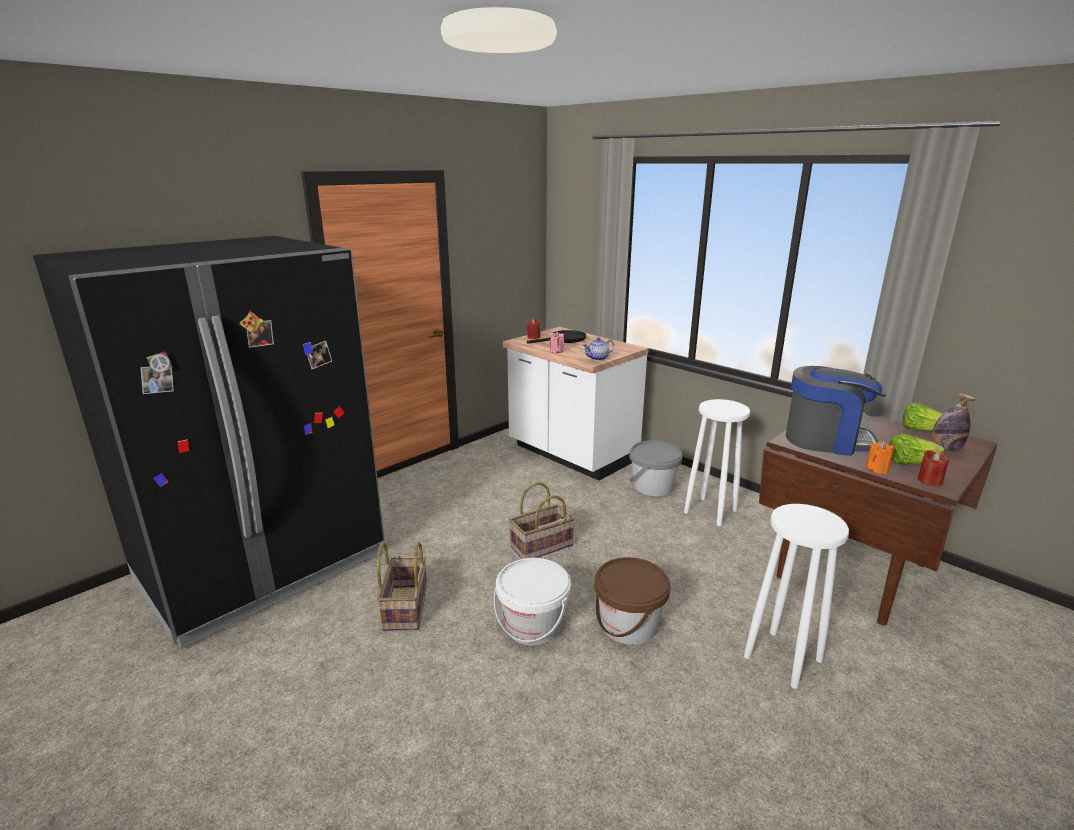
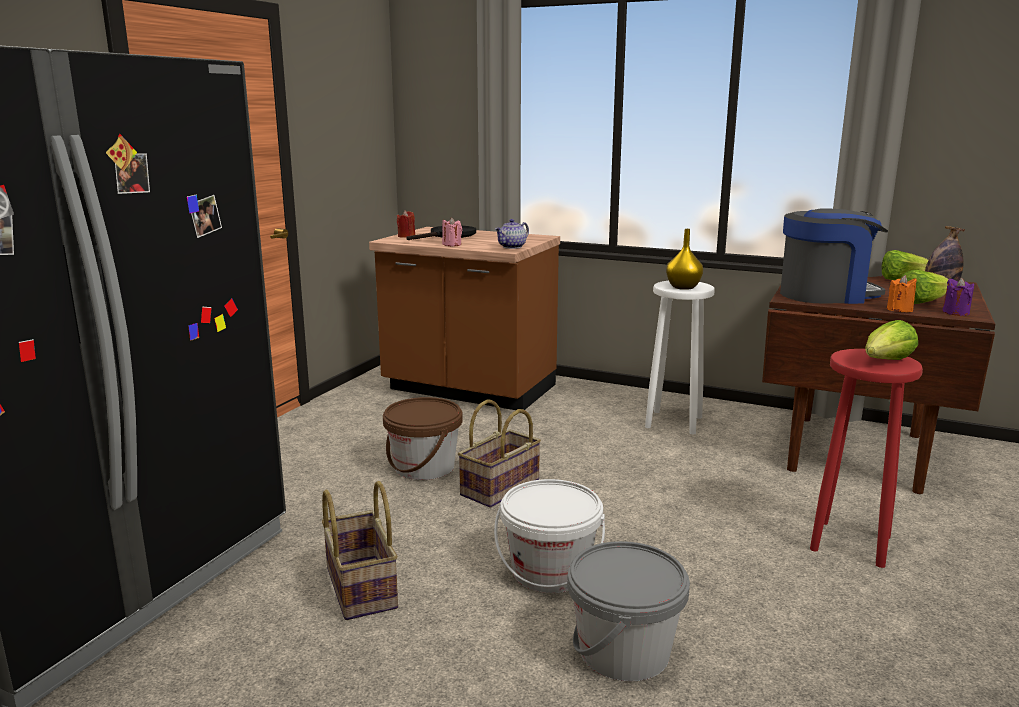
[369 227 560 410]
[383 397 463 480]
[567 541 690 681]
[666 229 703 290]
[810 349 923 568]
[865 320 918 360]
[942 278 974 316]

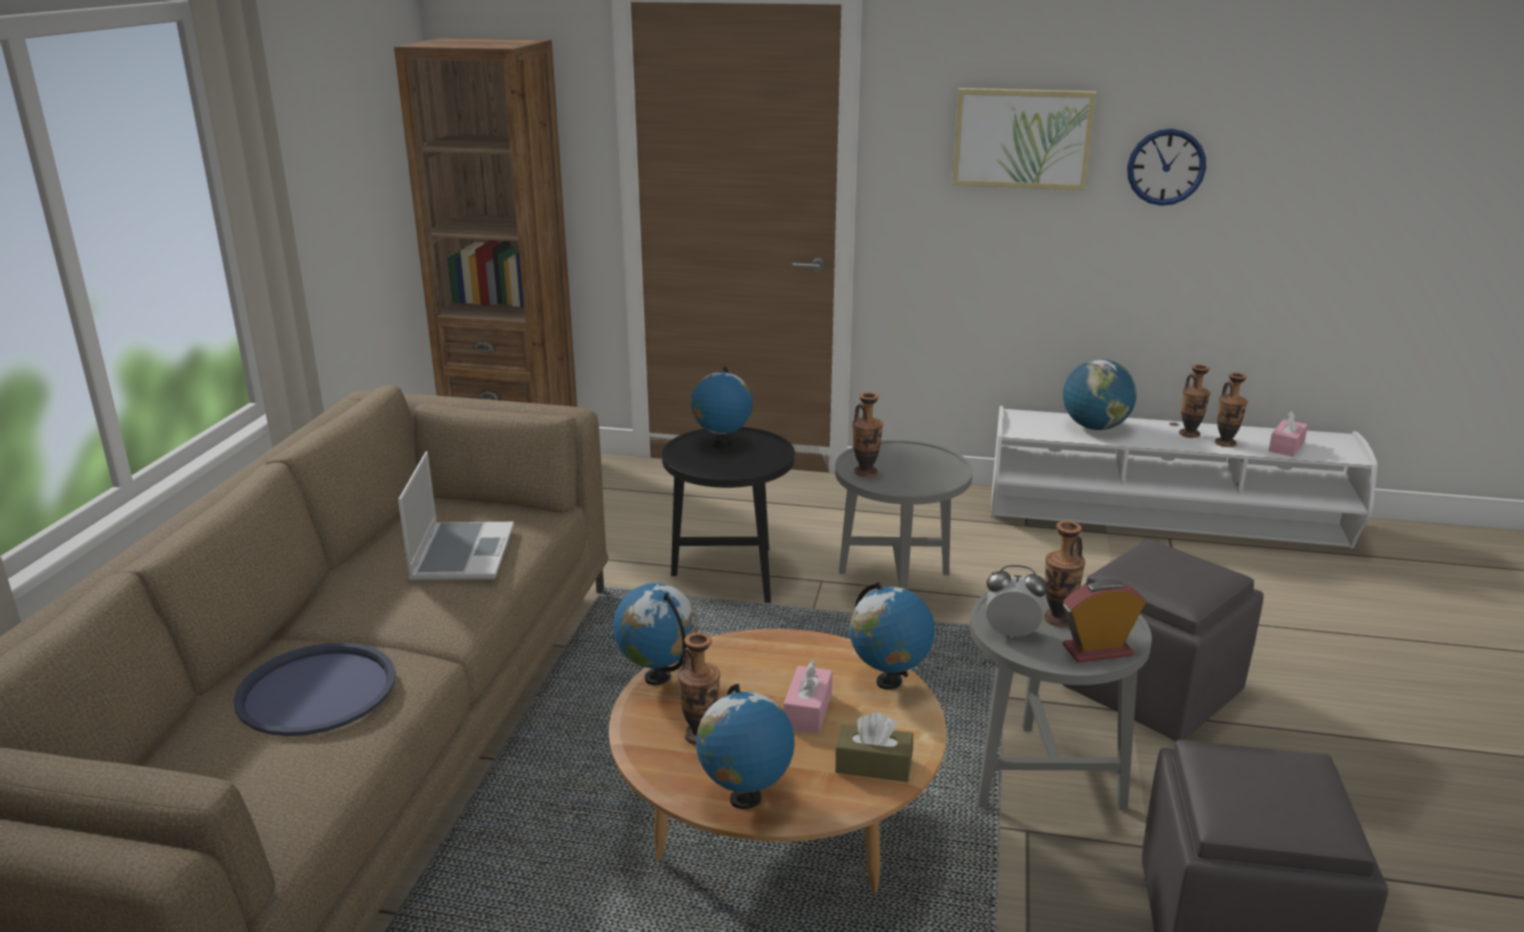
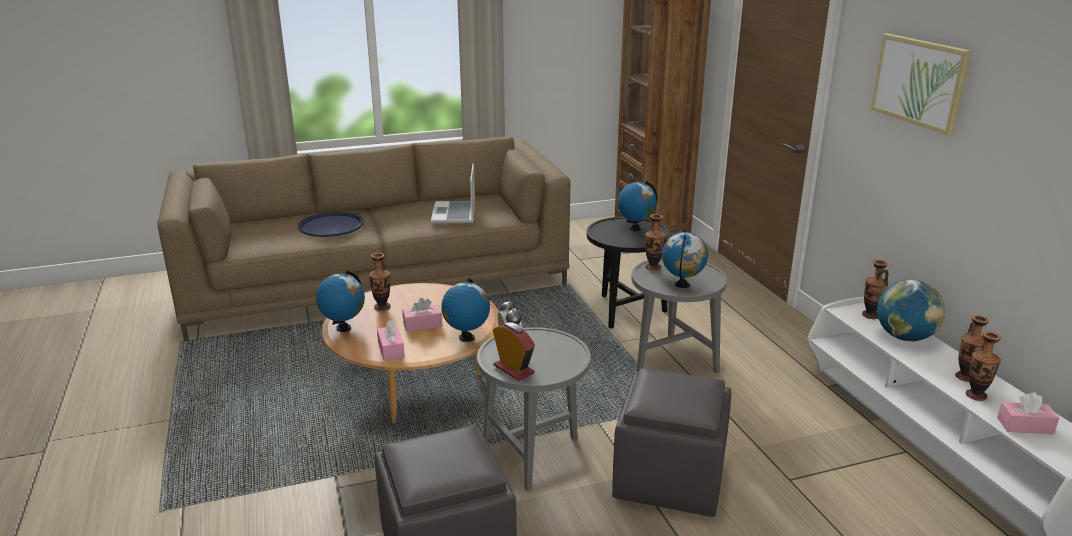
[377 320 405 361]
[431 164 475 224]
[662 232 708 288]
[862 260 888 319]
[1127 129 1206 206] (first image)

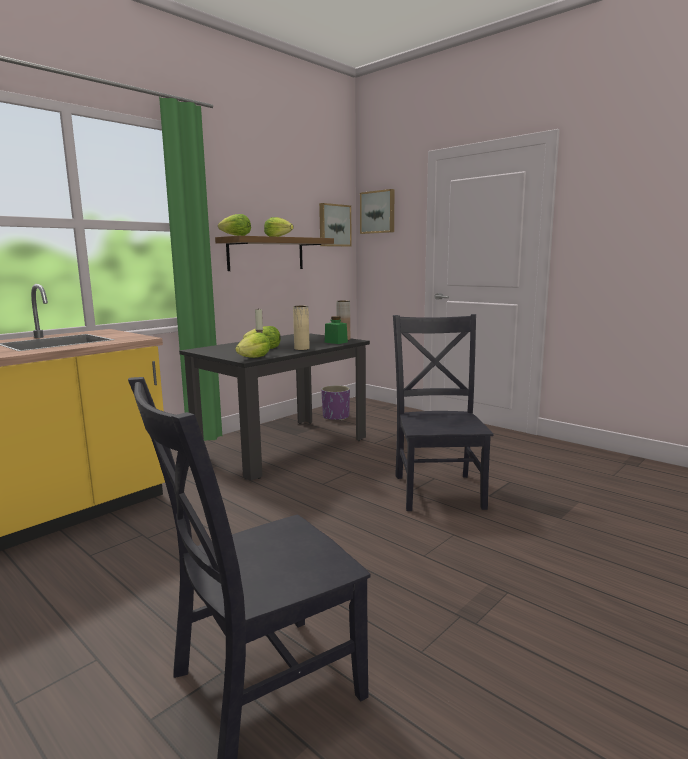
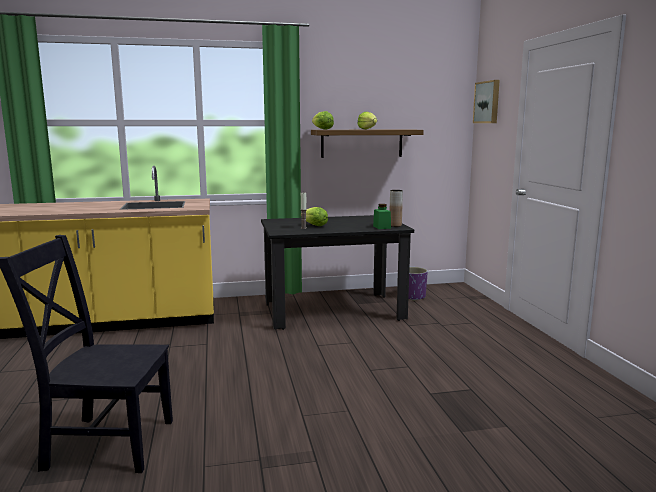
[235 332 271 358] (first image)
[293 306 310 350] (first image)
[319 203 352 247] (first image)
[393 314 493 511] (first image)

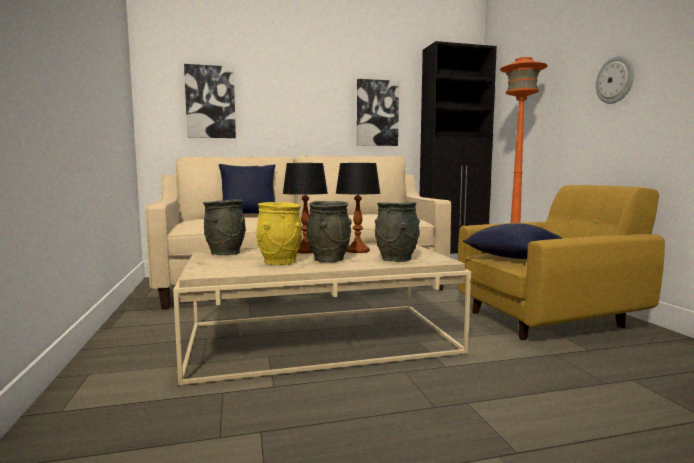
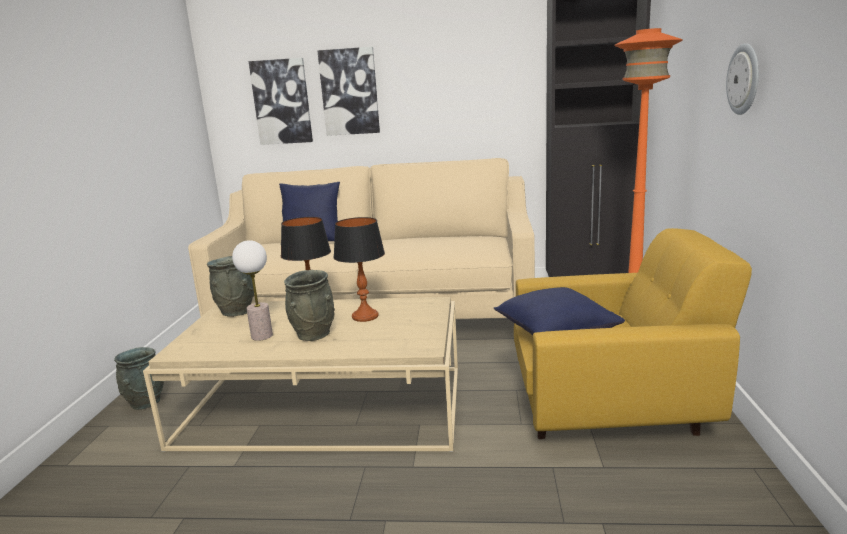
[114 347 164 410]
[232 240 273 341]
[317 47 380 136]

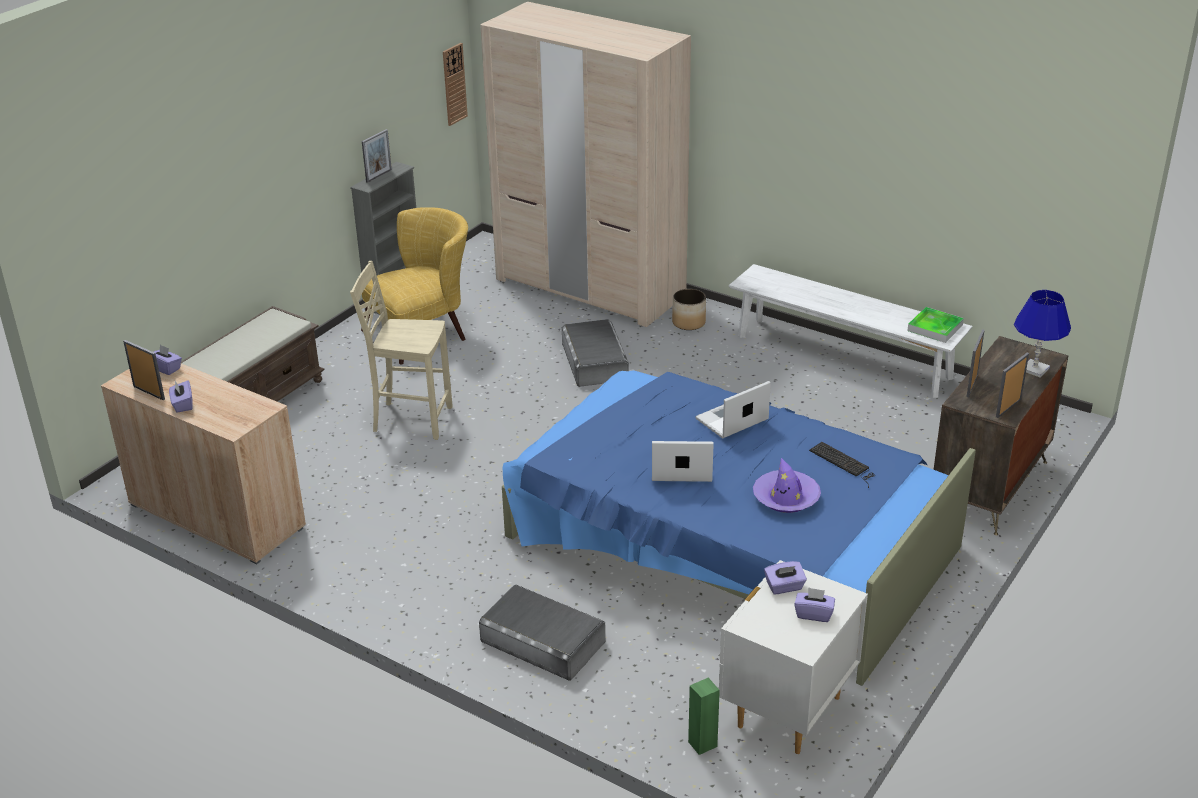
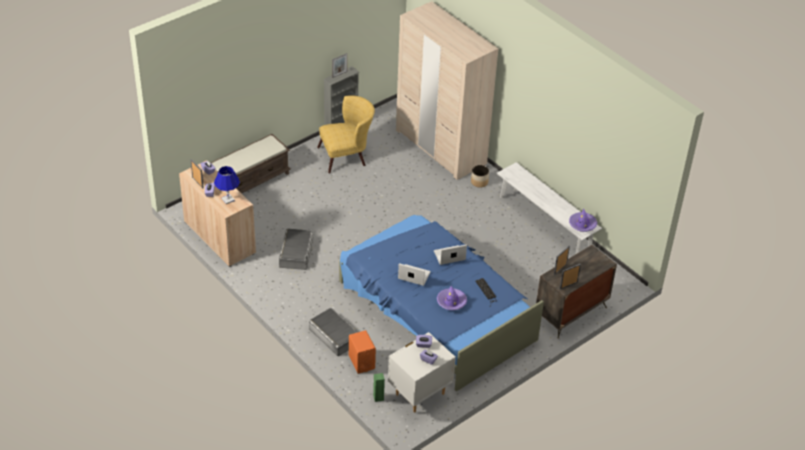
[214 166 240 204]
[279 228 313 270]
[349 330 376 374]
[569 209 597 232]
[350 261 452 440] (first image)
[443 43 468 126] (first image)

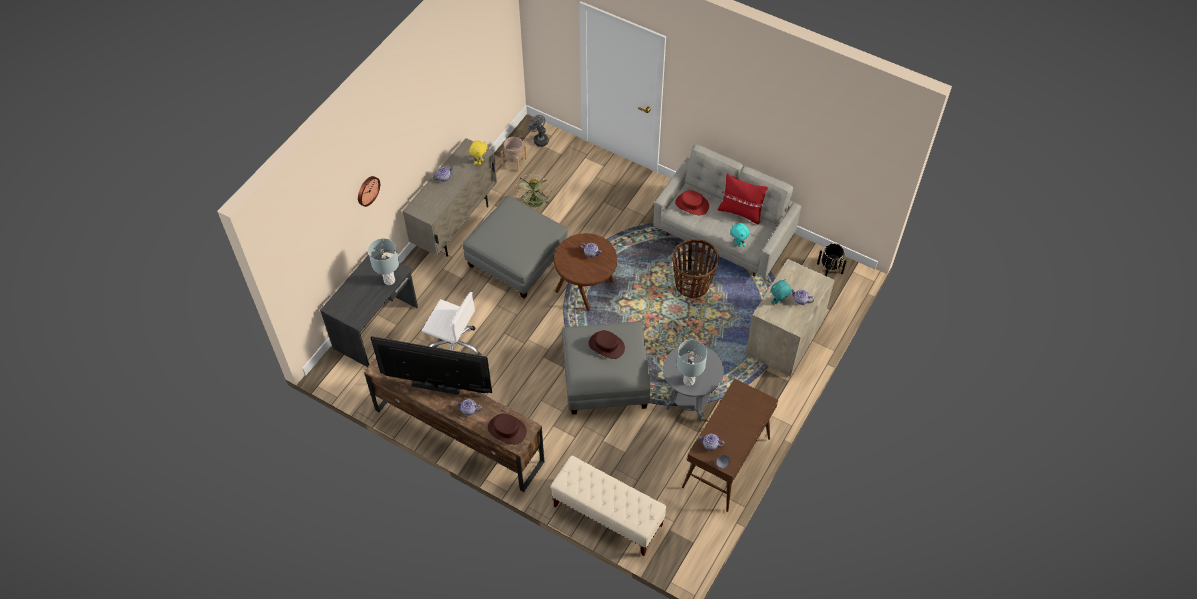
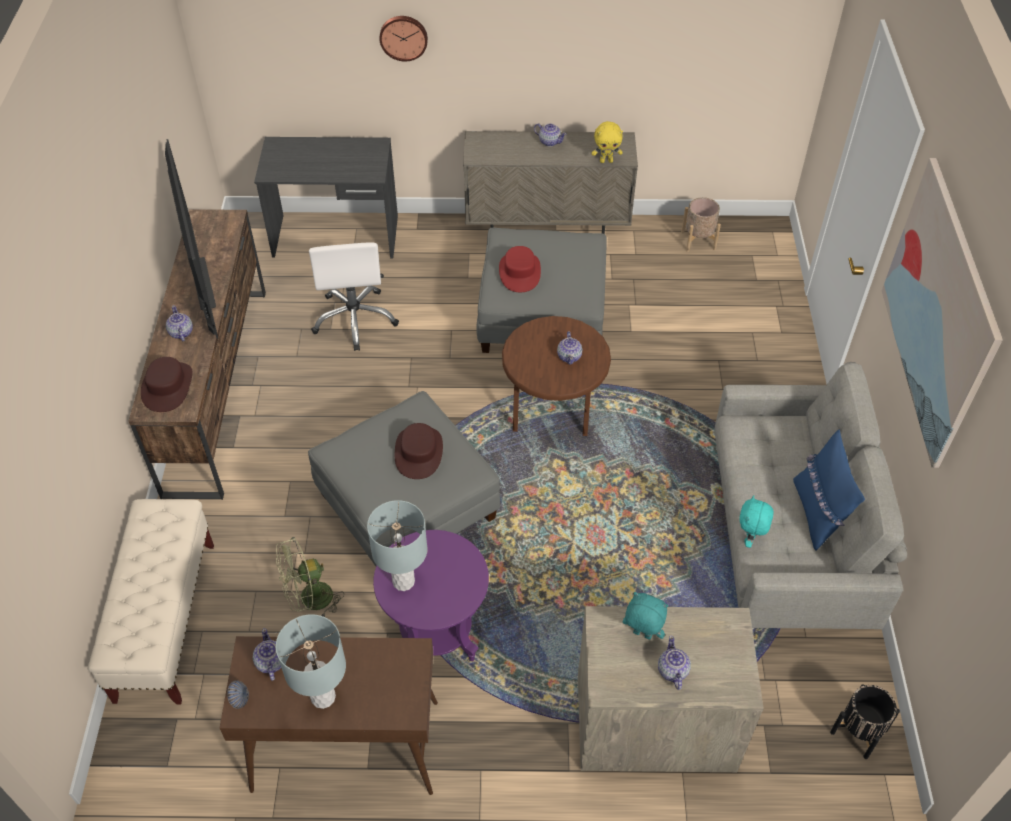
[276 537 344 617]
[276 614 346 709]
[373 530 489 661]
[499 246 541 292]
[793 429 865 550]
[882 158 1003 468]
[528 115 549 147] (first image)
[672 239 719 299] (first image)

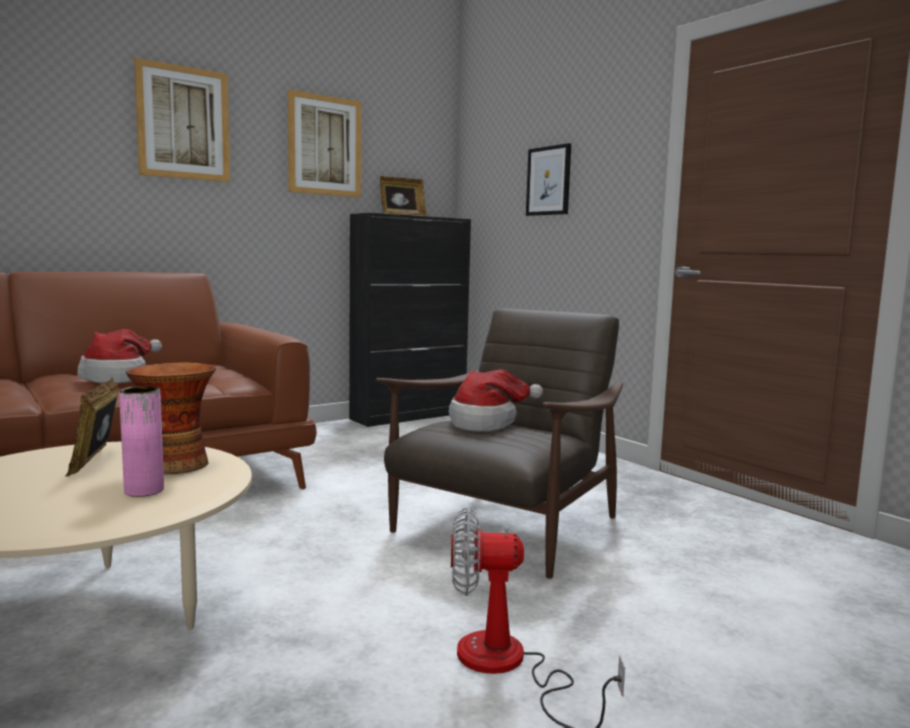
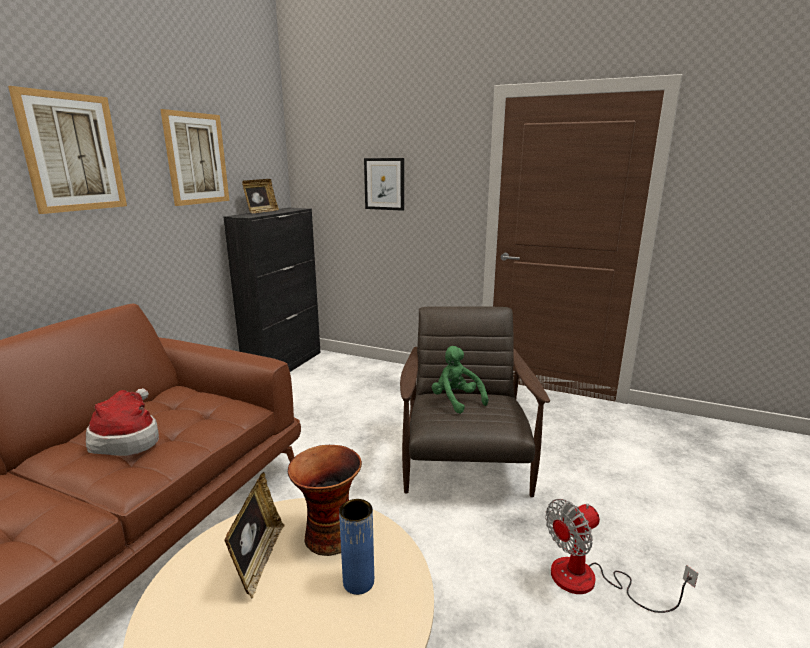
[224 472 284 598]
[339 499 374 595]
[432 346 488 414]

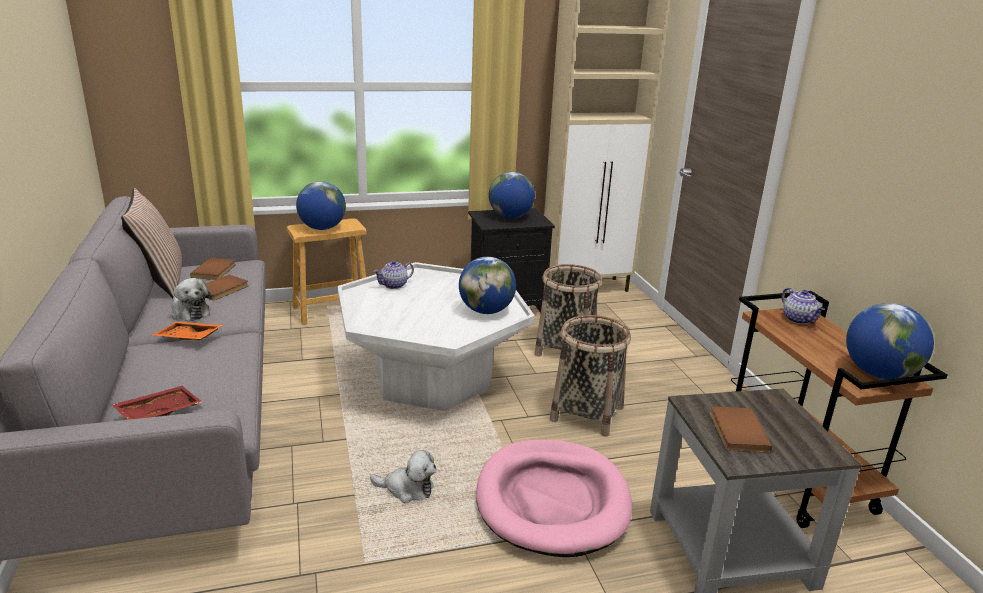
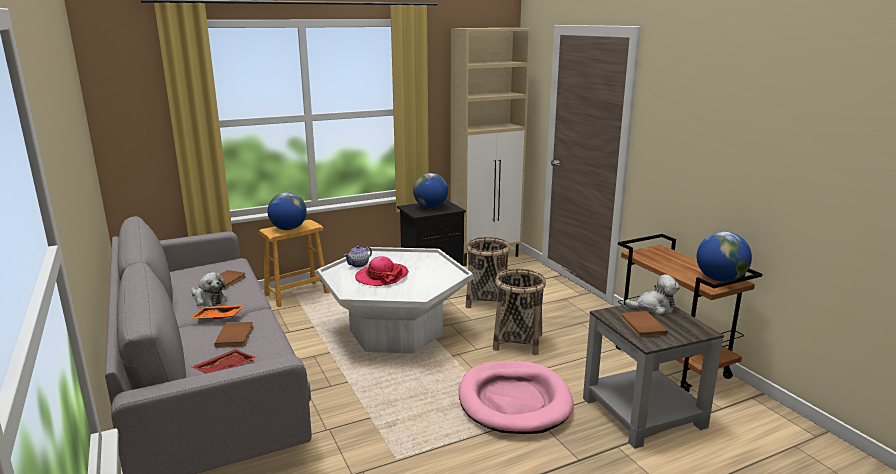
[215 322 253 348]
[355 256 409 286]
[625 274 680 315]
[121 188 182 298] (first image)
[459 257 516 314] (first image)
[782 288 825 324] (first image)

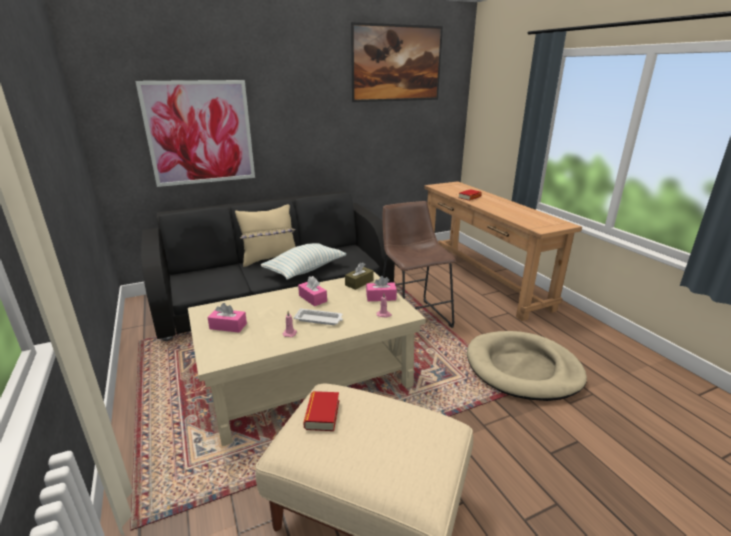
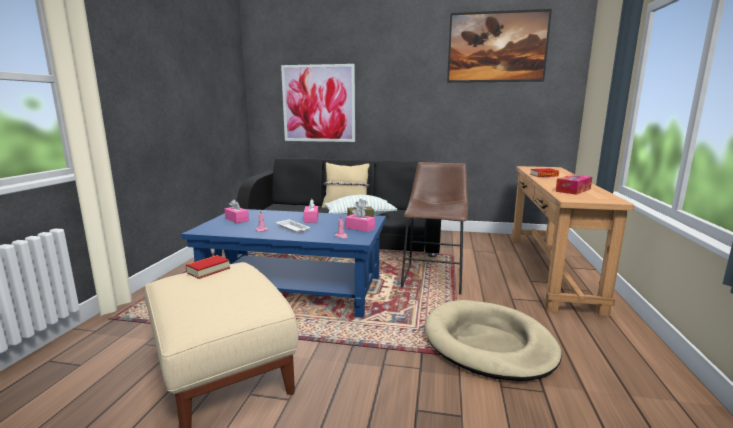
[181 209 386 318]
[555 175 592 195]

